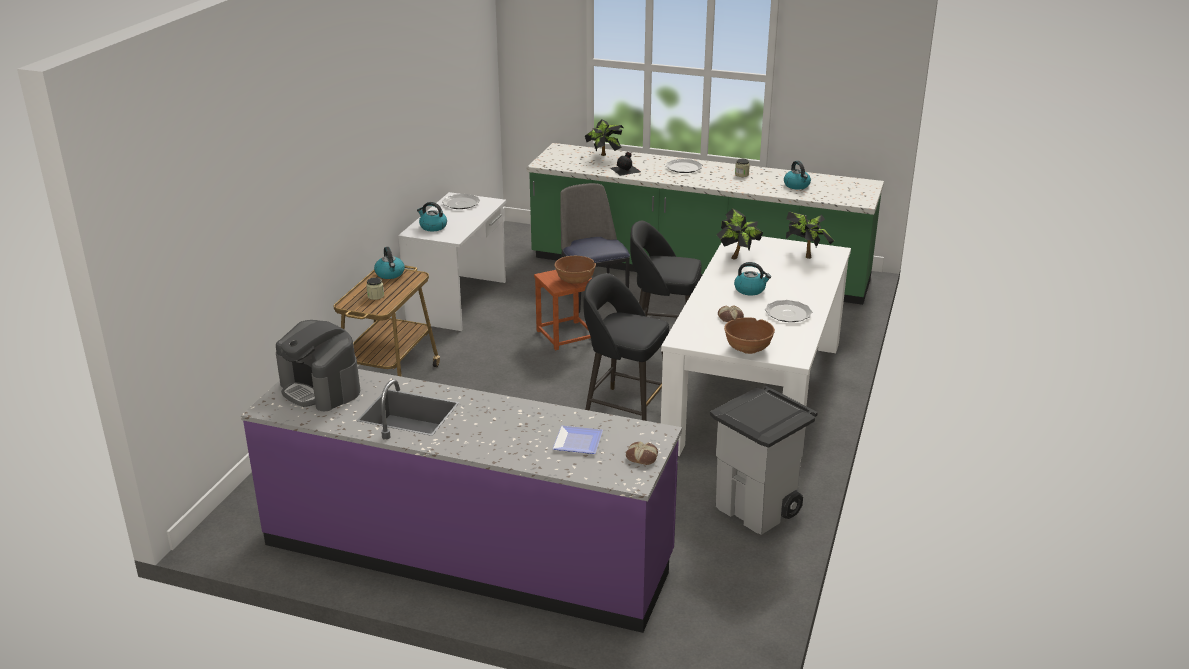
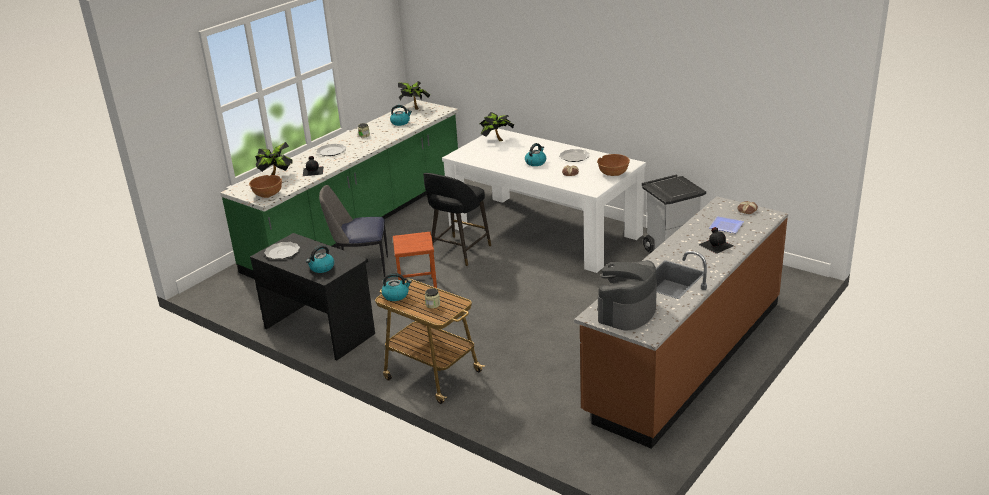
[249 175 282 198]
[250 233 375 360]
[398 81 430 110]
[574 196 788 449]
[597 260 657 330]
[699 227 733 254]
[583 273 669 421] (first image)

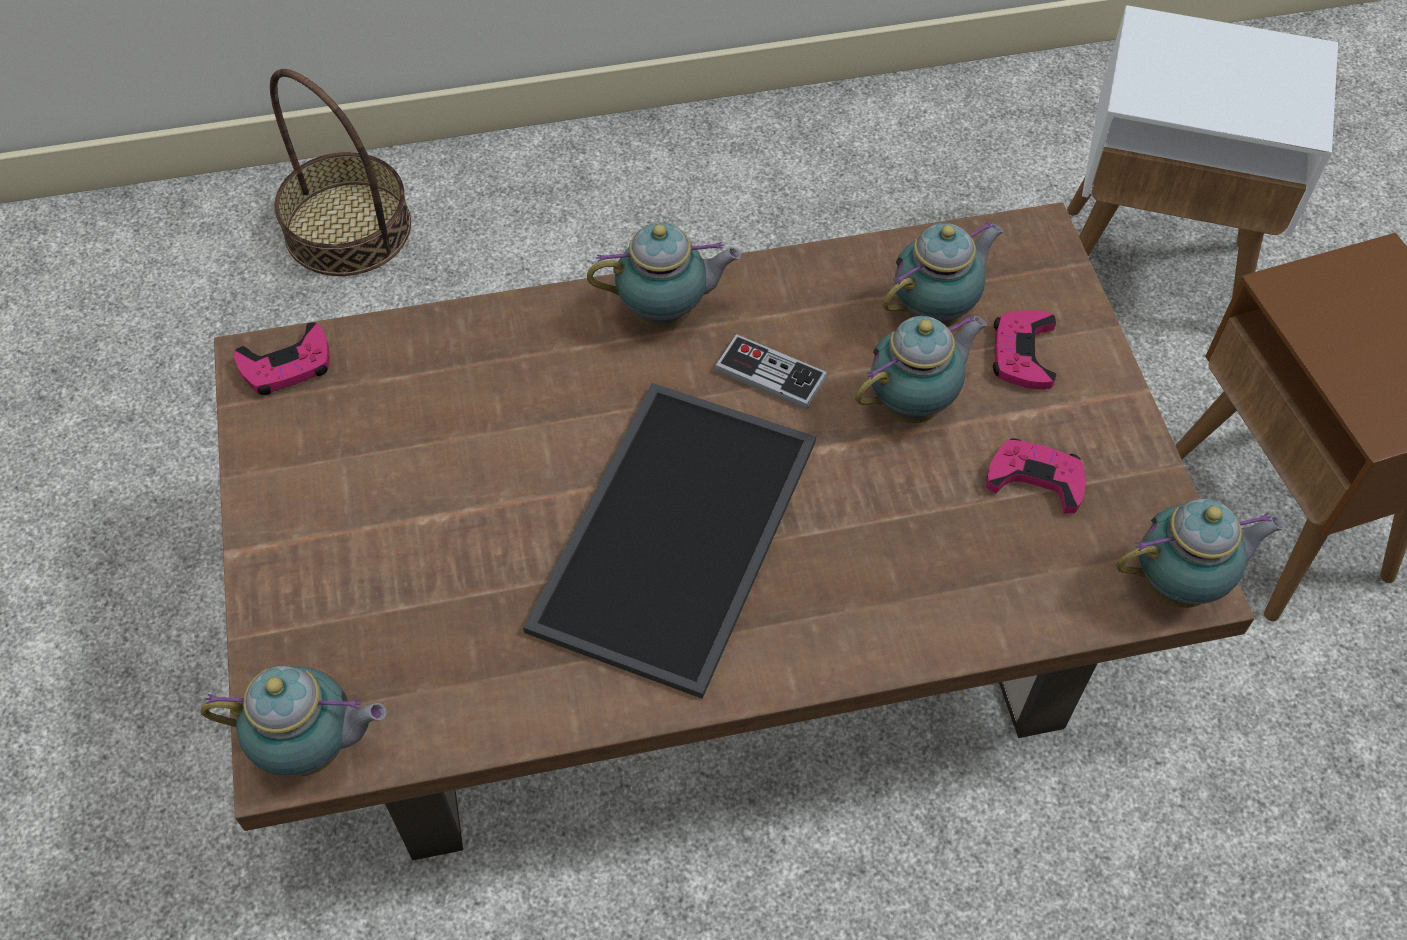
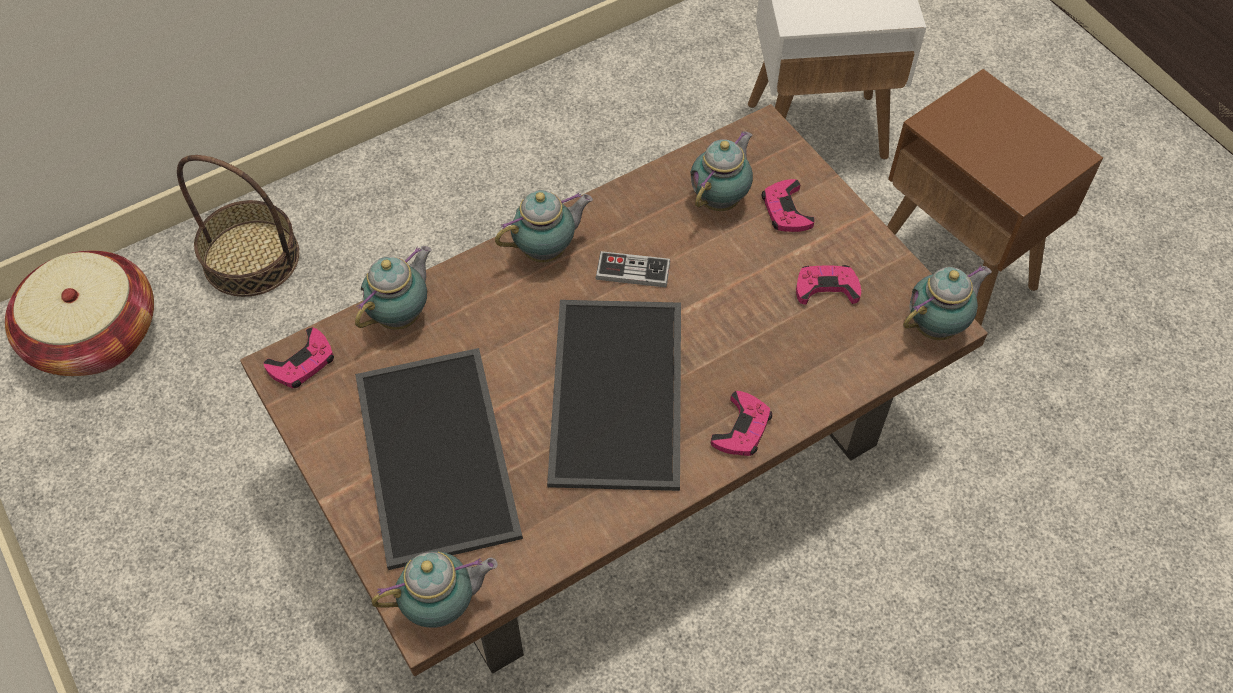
[5 250 154 376]
[355 246 432 330]
[355 348 523 570]
[711 391 772 456]

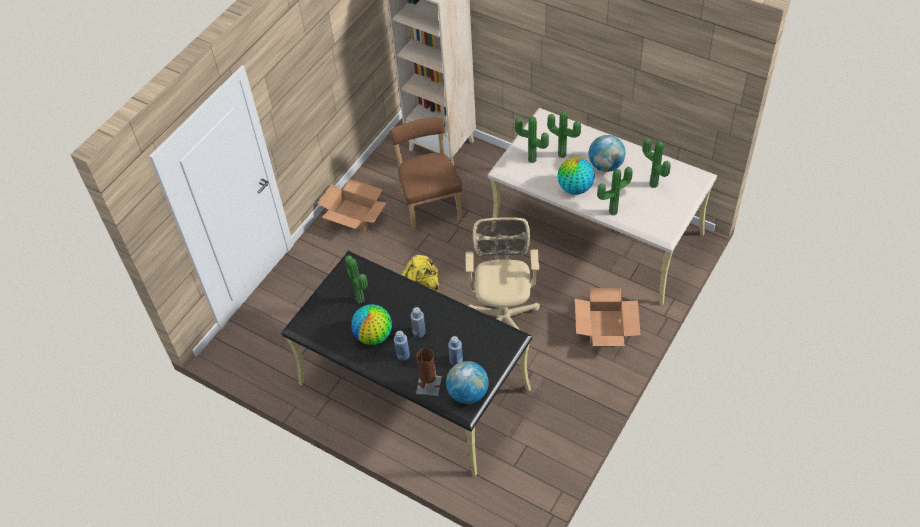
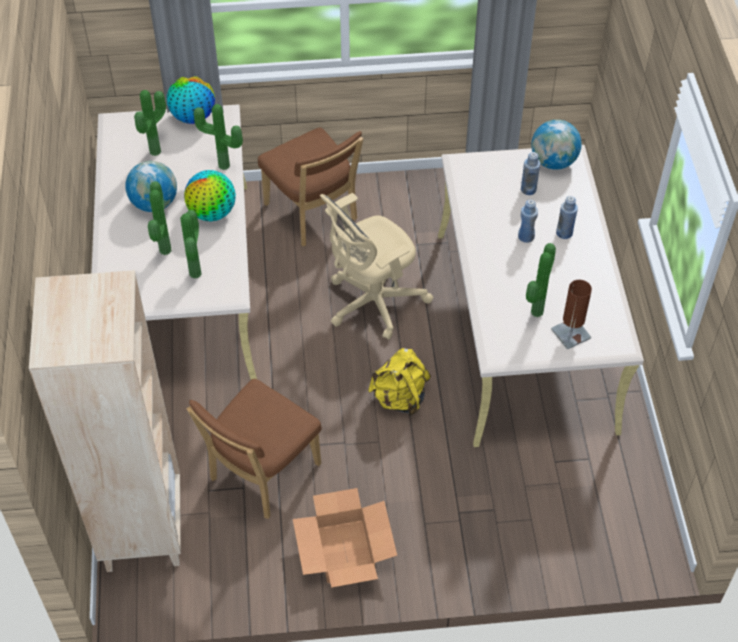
[167 76 215 124]
[258 127 363 246]
[438 145 644 447]
[551 280 592 349]

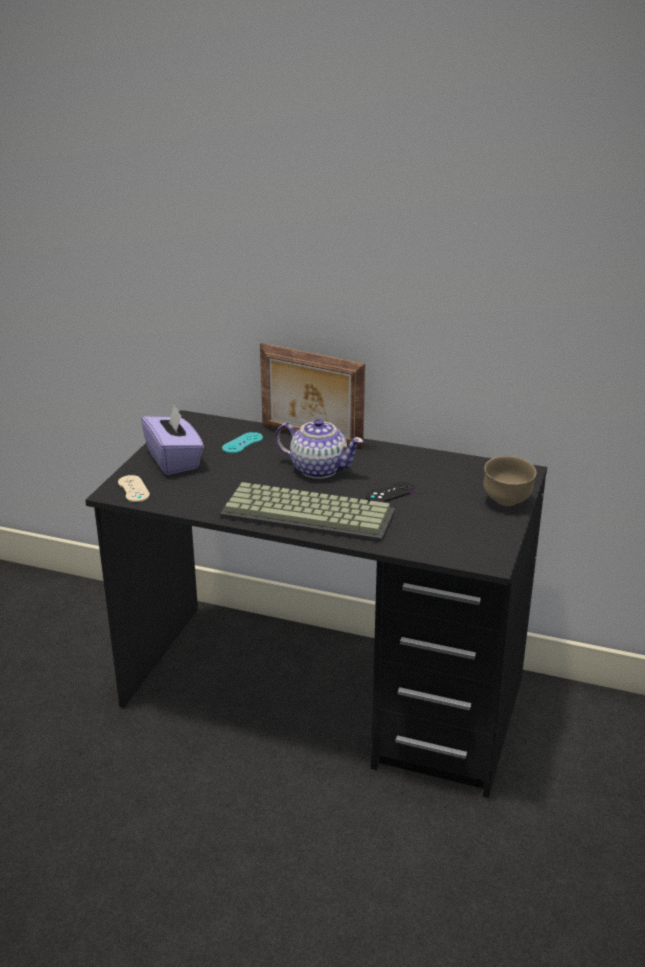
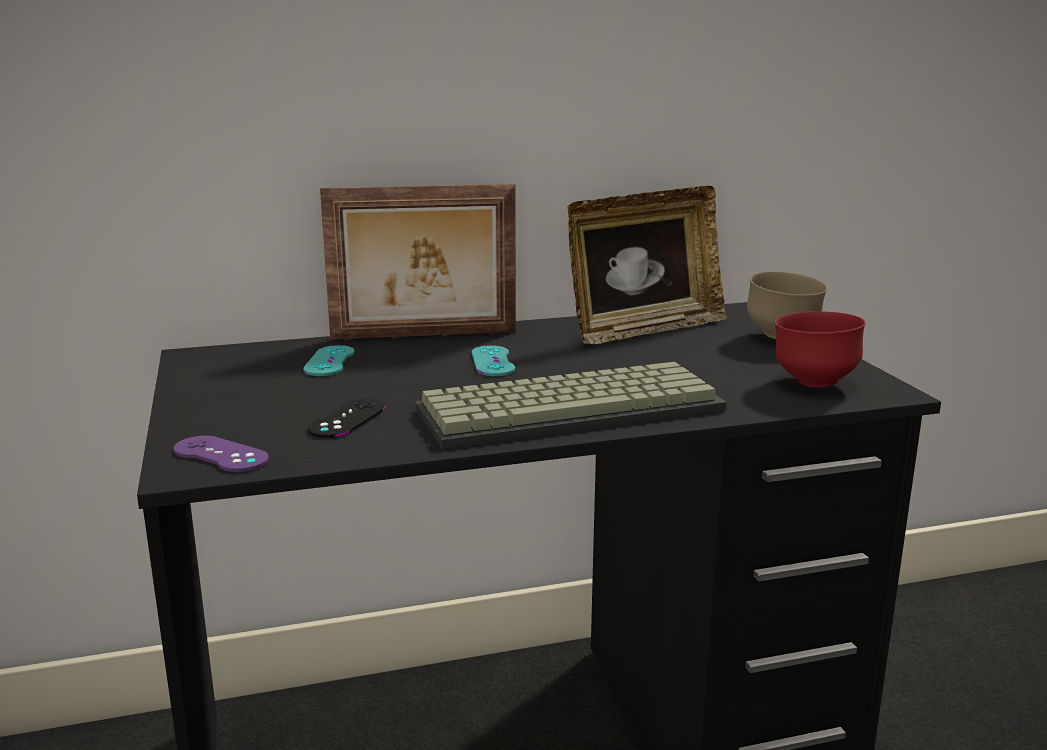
[174 436 269 472]
[308 398 385 438]
[471 345 515 376]
[567 186 727 344]
[774 311 866 388]
[141 405 204 475] (first image)

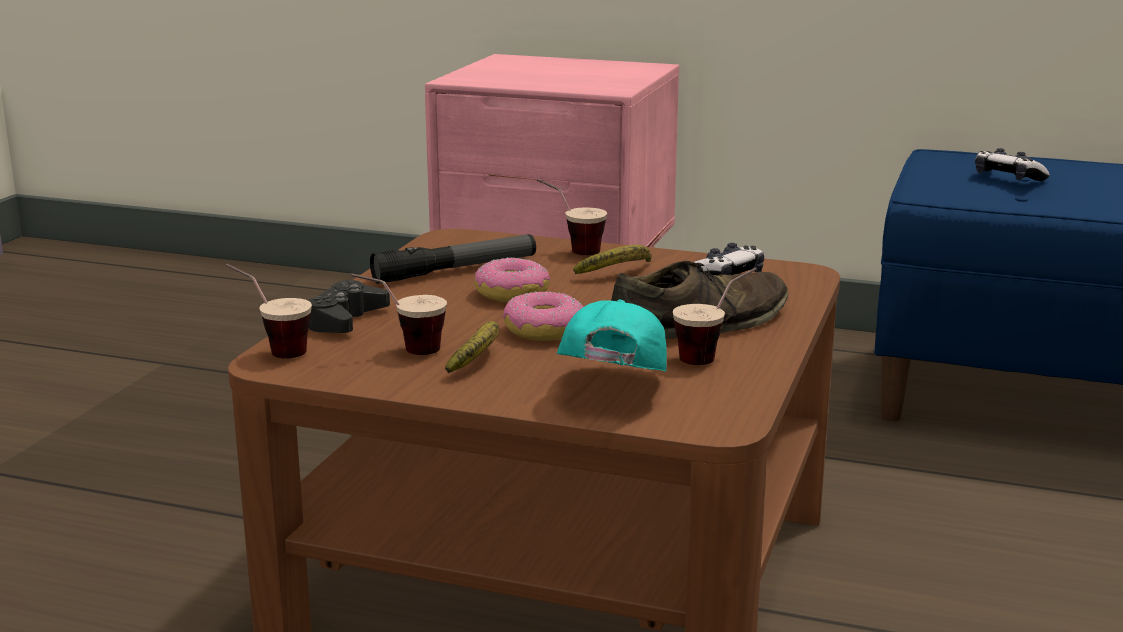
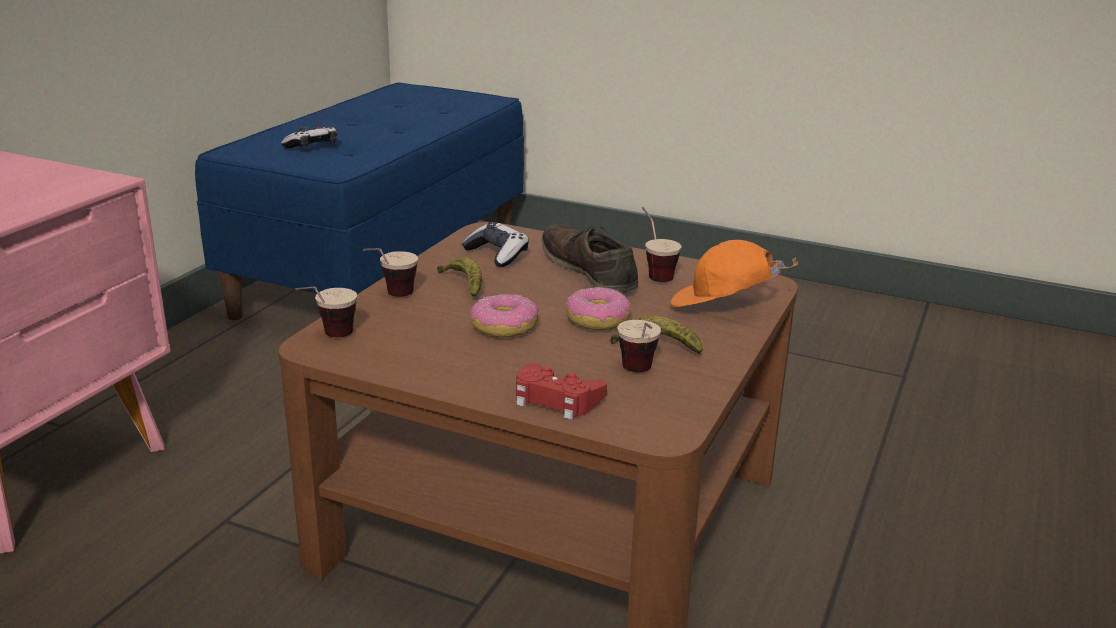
[296 286 357 337]
[516 363 607 420]
[670 240 798 307]
[370 234 536 284] (first image)

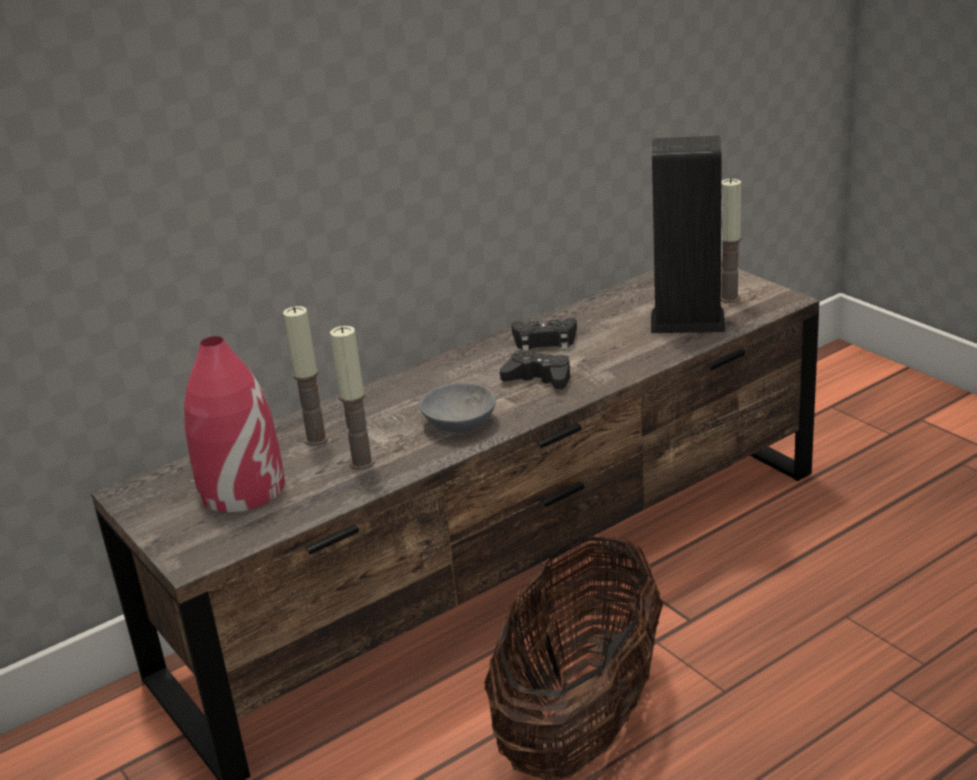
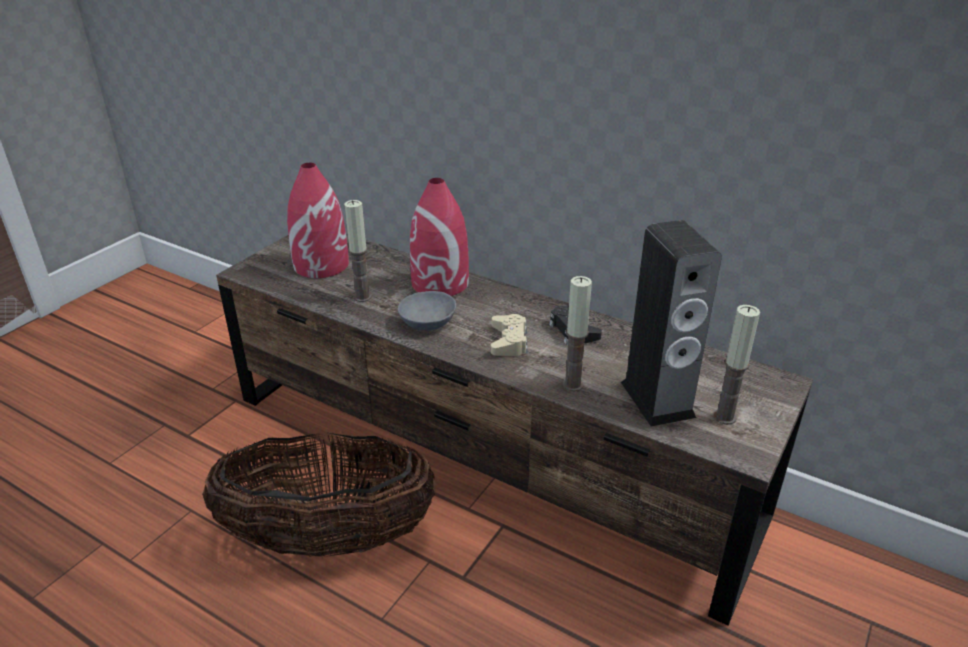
[410 178 469 296]
[491 314 528 356]
[563 276 592 392]

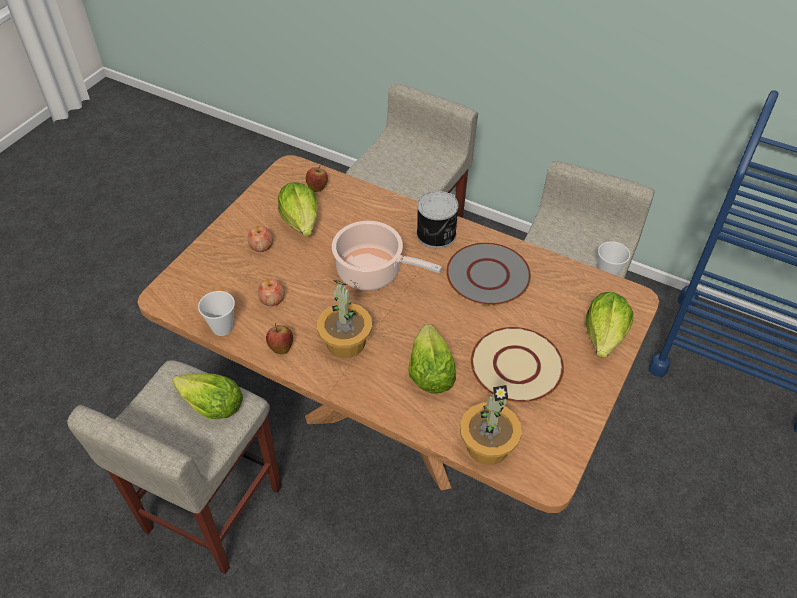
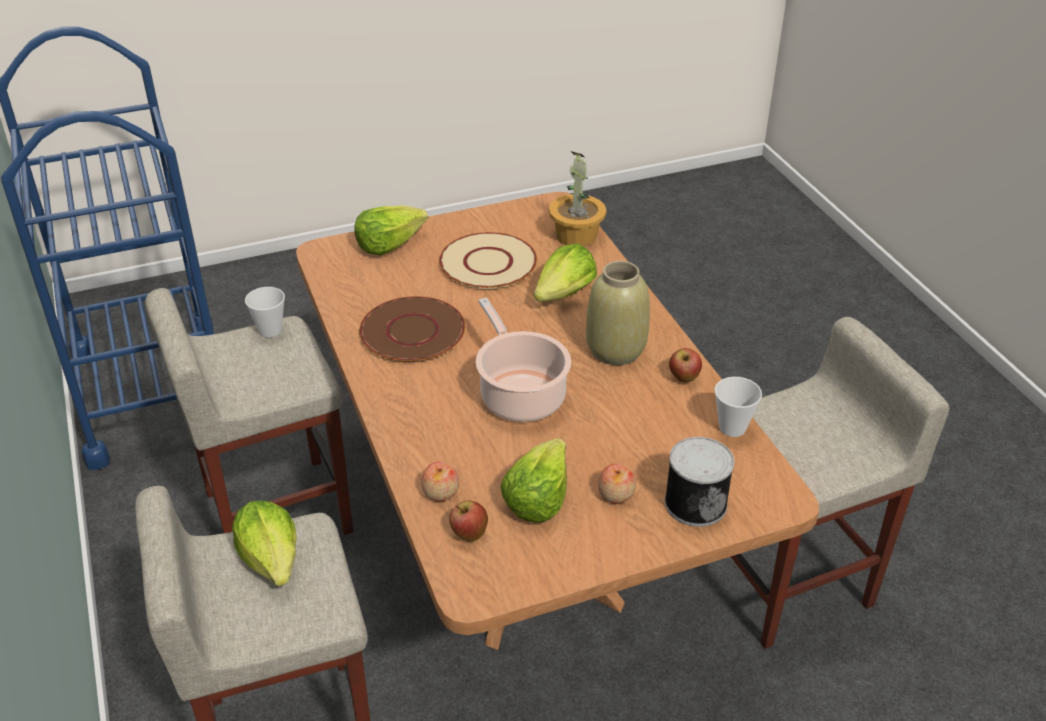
[232 500 297 586]
[359 296 465 362]
[421 461 459 502]
[586 261 650 365]
[665 437 734 527]

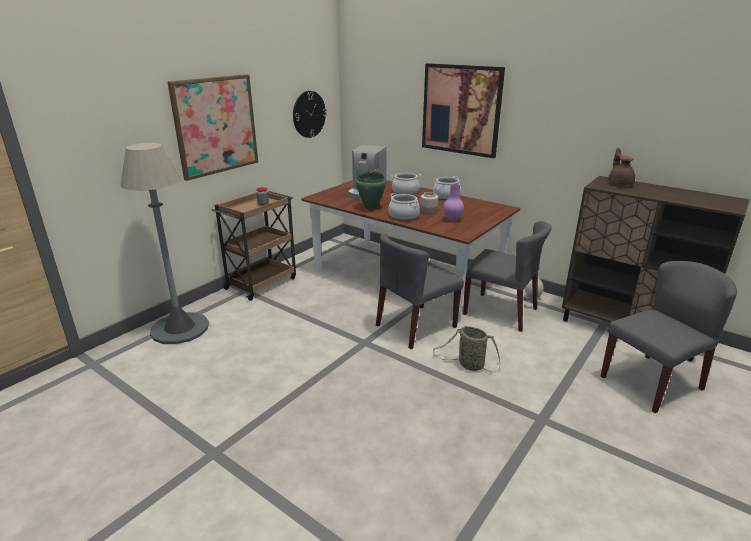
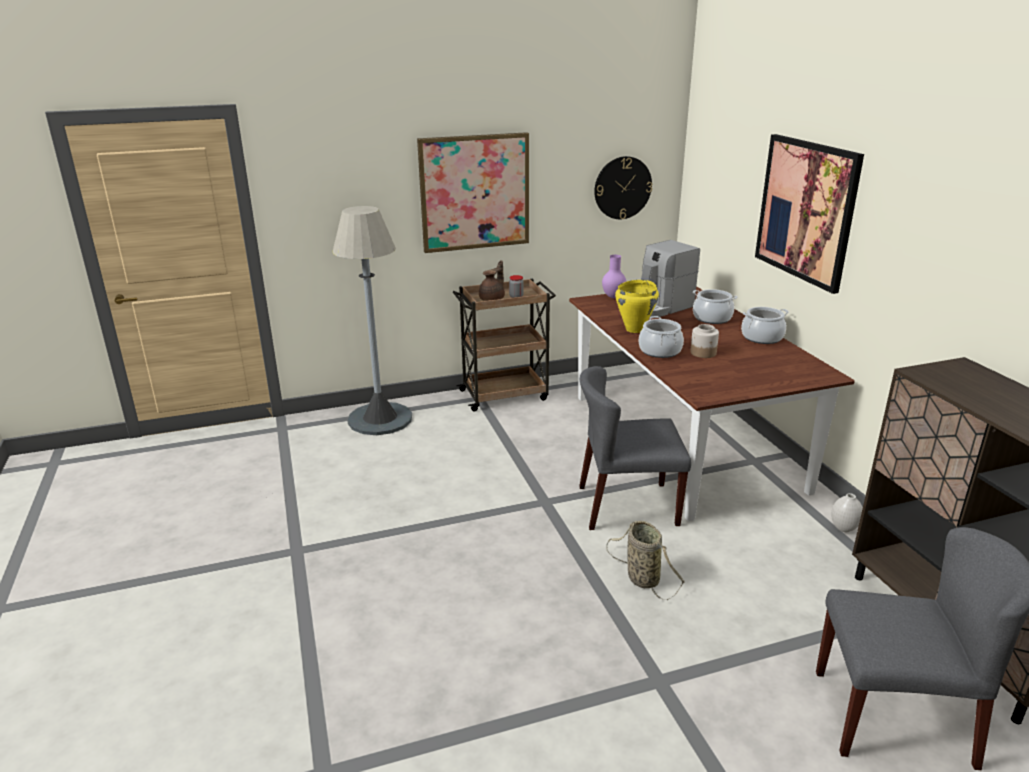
[479 260 505 301]
[602 255 626 298]
[615 280 659 333]
[463 221 552 332] (first image)

